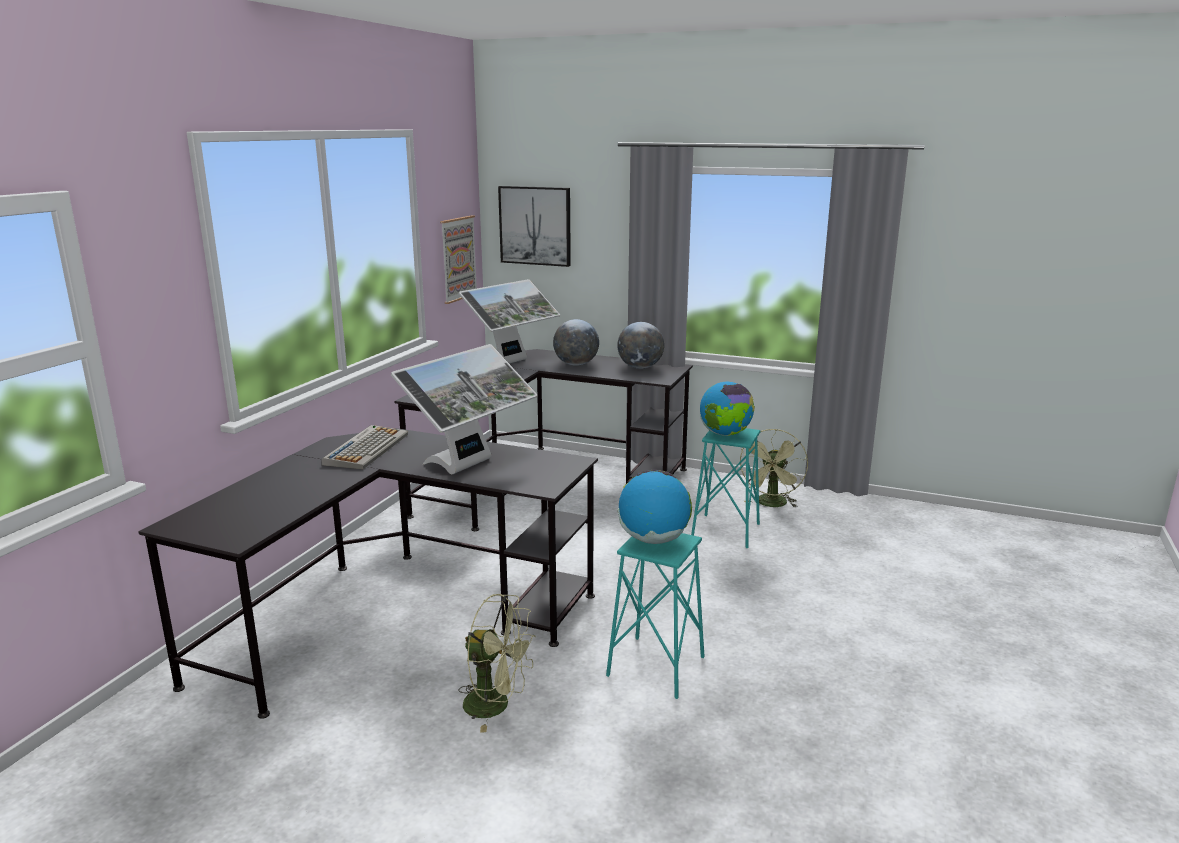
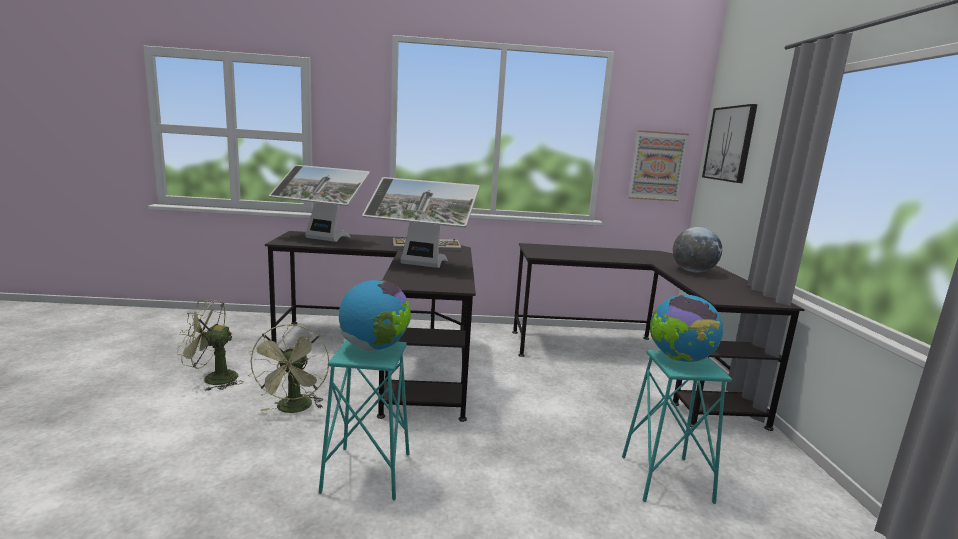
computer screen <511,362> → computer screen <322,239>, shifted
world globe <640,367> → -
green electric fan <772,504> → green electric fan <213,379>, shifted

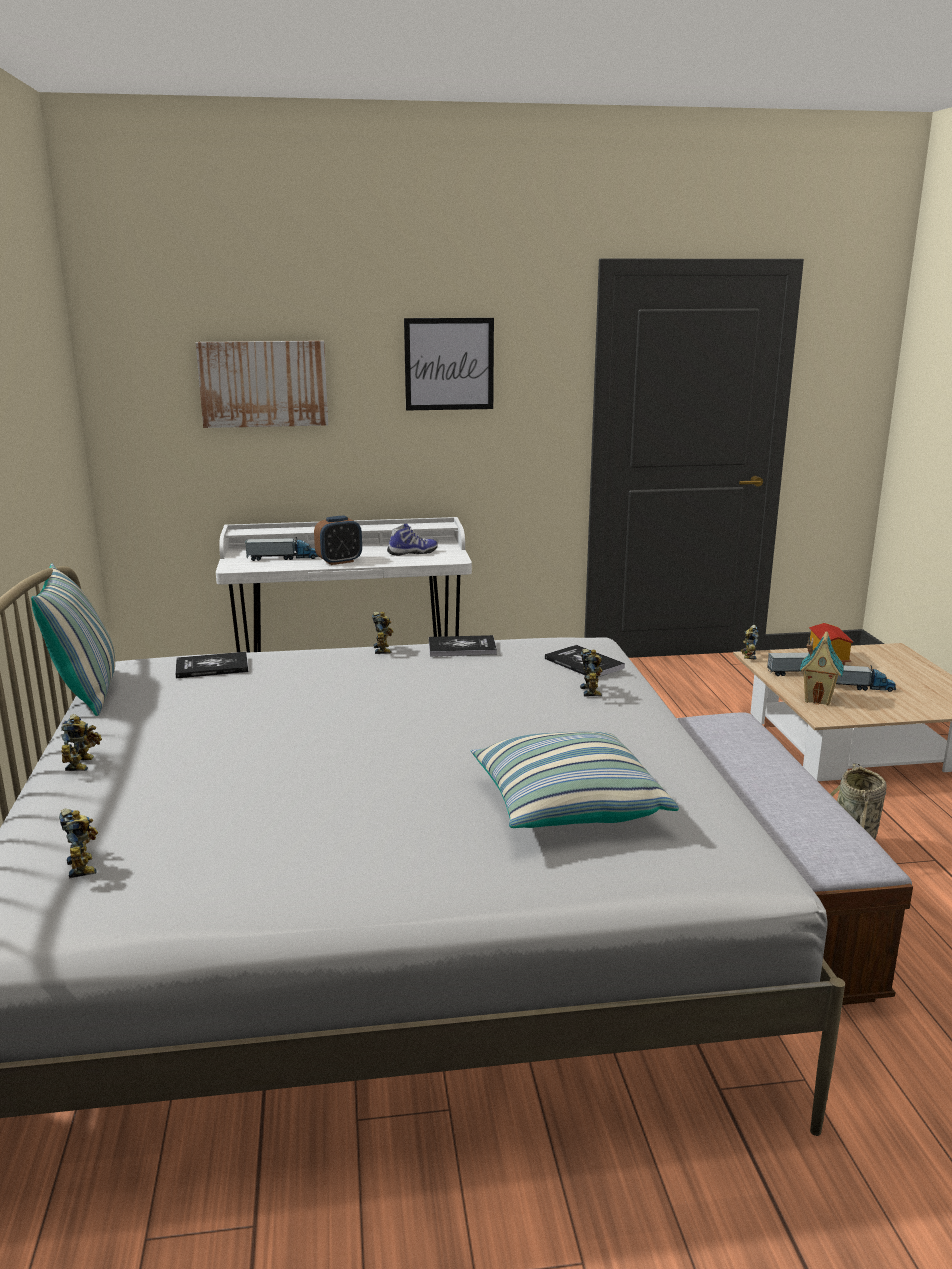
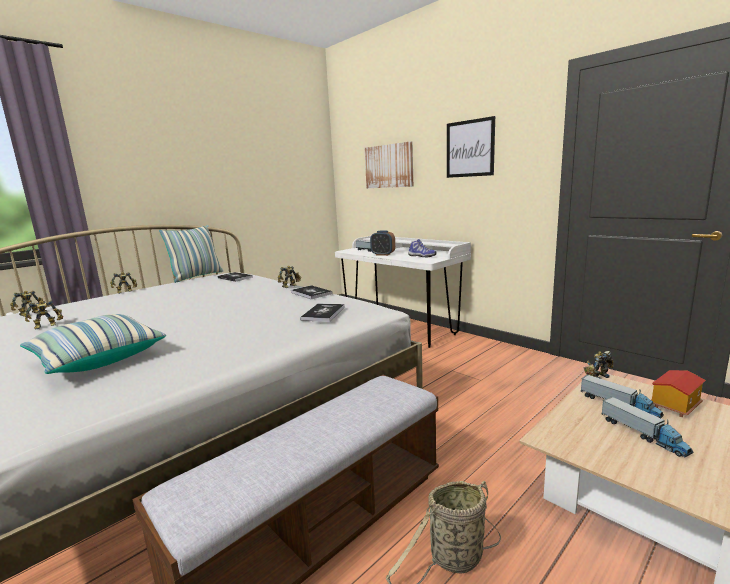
model robot <593,691> → model robot <46,326>, shifted
miniature house <818,699> → -

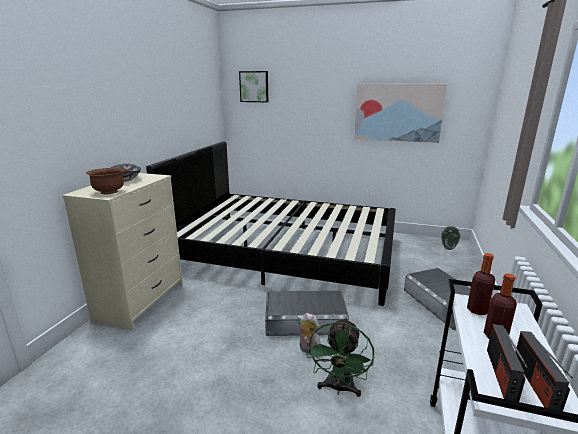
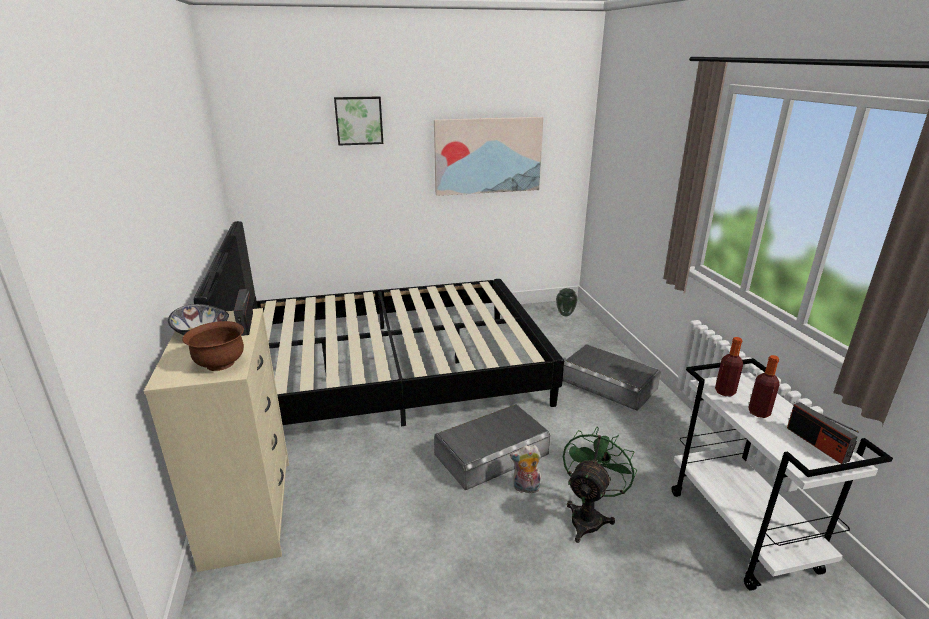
wall art <254,86> → wall art <359,120>, shifted
green electric fan <339,388> → green electric fan <589,516>, 135 degrees counterclockwise
radio <501,374> → radio <246,323>, shifted

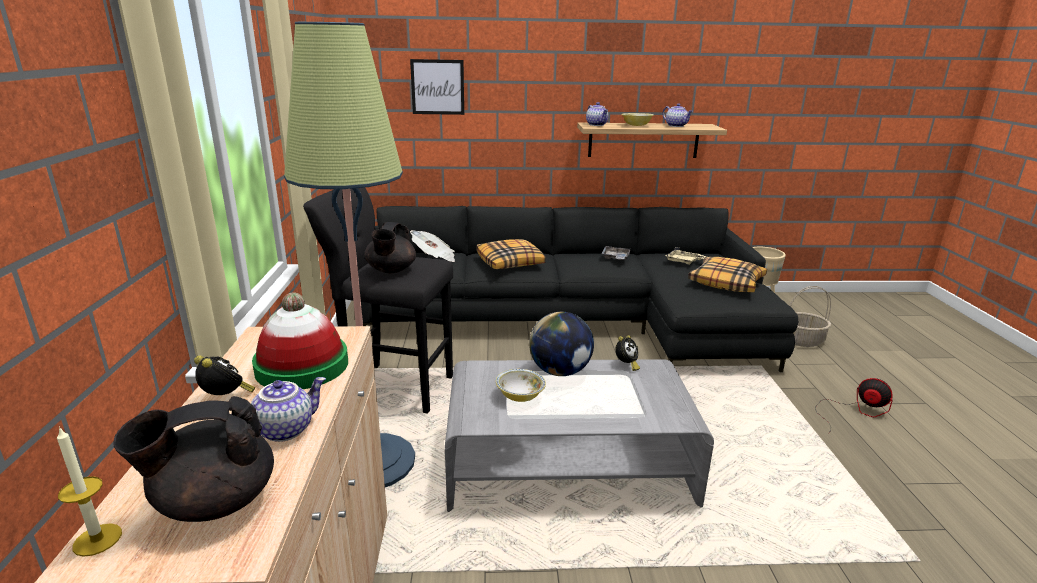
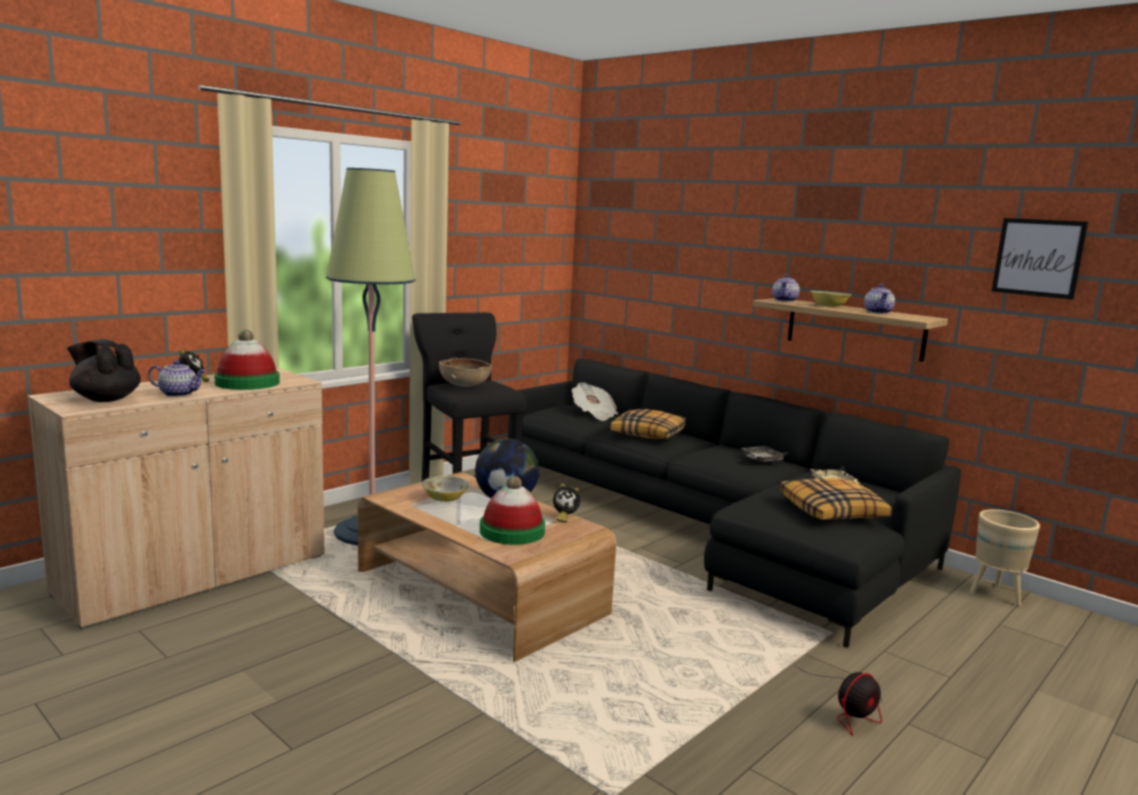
wax light <97,539> → -
blackish tea pot <391,270> → brown-coloured serving bowl <464,386>
wall art <437,87> → wall art <1038,257>, shifted
greyish low table <568,465> → brown-coloured low table <480,593>
basket <802,340> → -
electric fan <854,411> → electric fan <851,709>, 60 degrees clockwise
- → wearable hat <512,531>

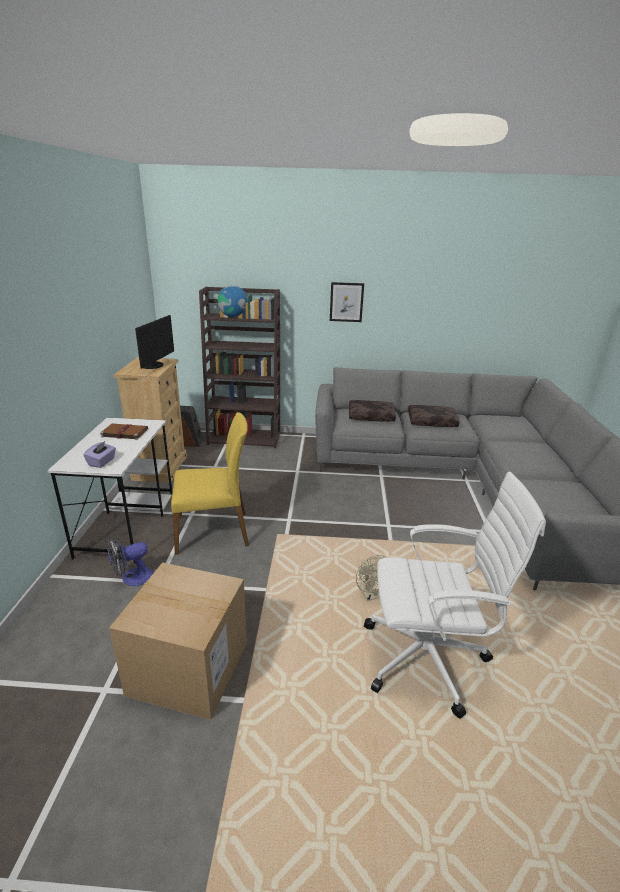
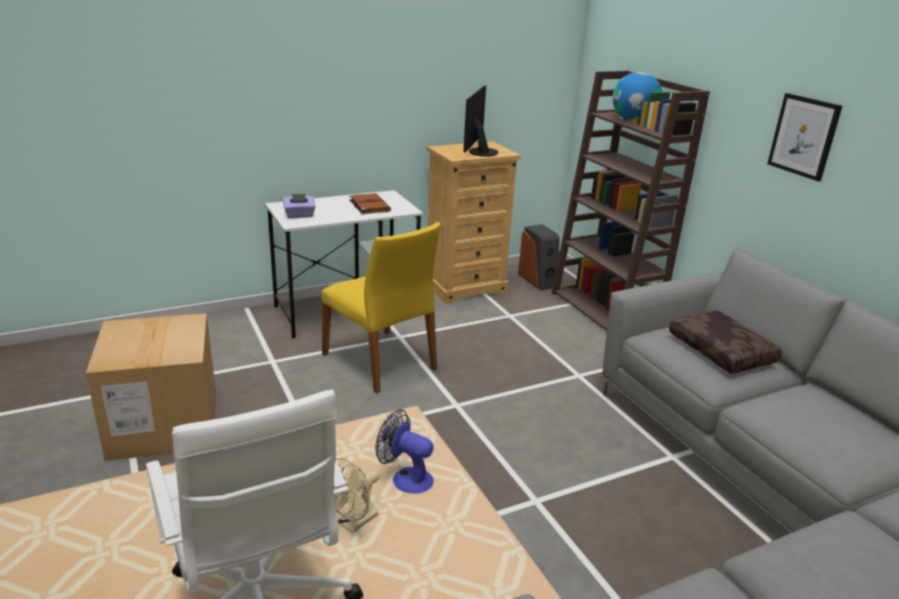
electric fan <132,578> → electric fan <405,478>, shifted
computer screen <154,365> → computer screen <479,152>, 120 degrees clockwise
brown-coloured pillow <432,421> → -

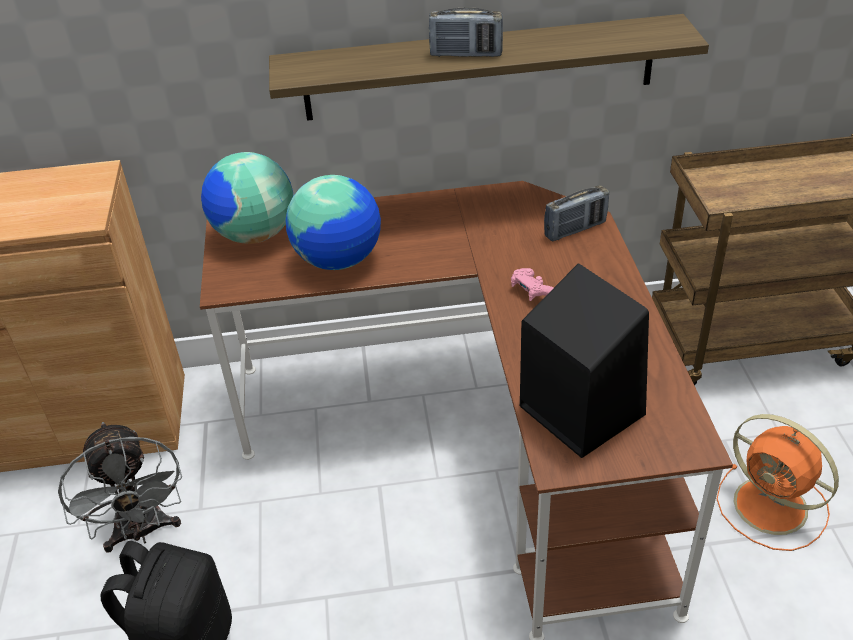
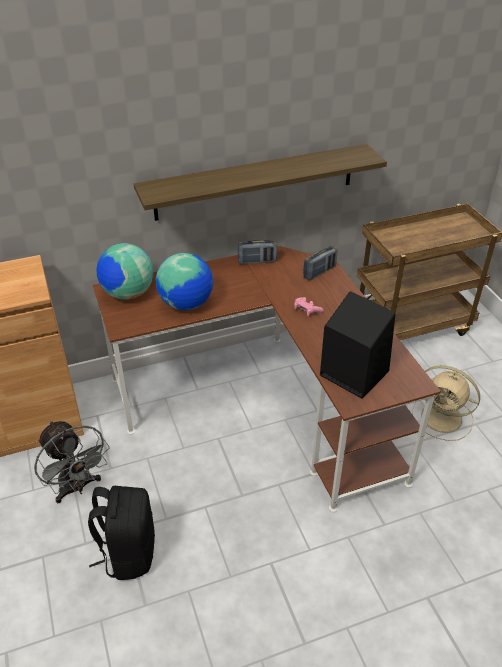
radio <466,54> → radio <257,261>, shifted
orange-coloured electric fan <773,507> → sand-coloured electric fan <443,418>

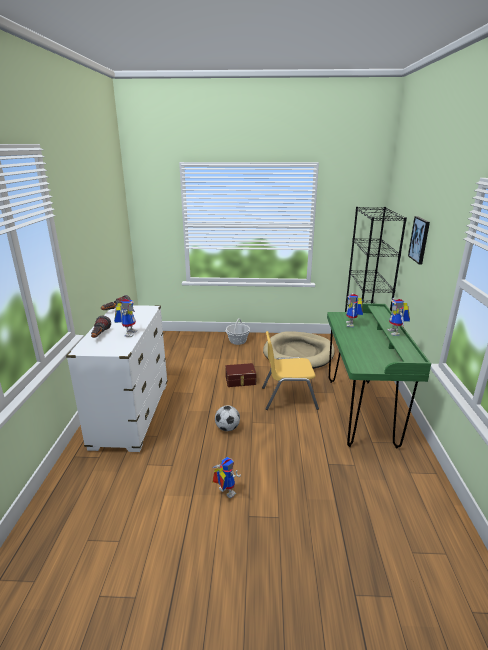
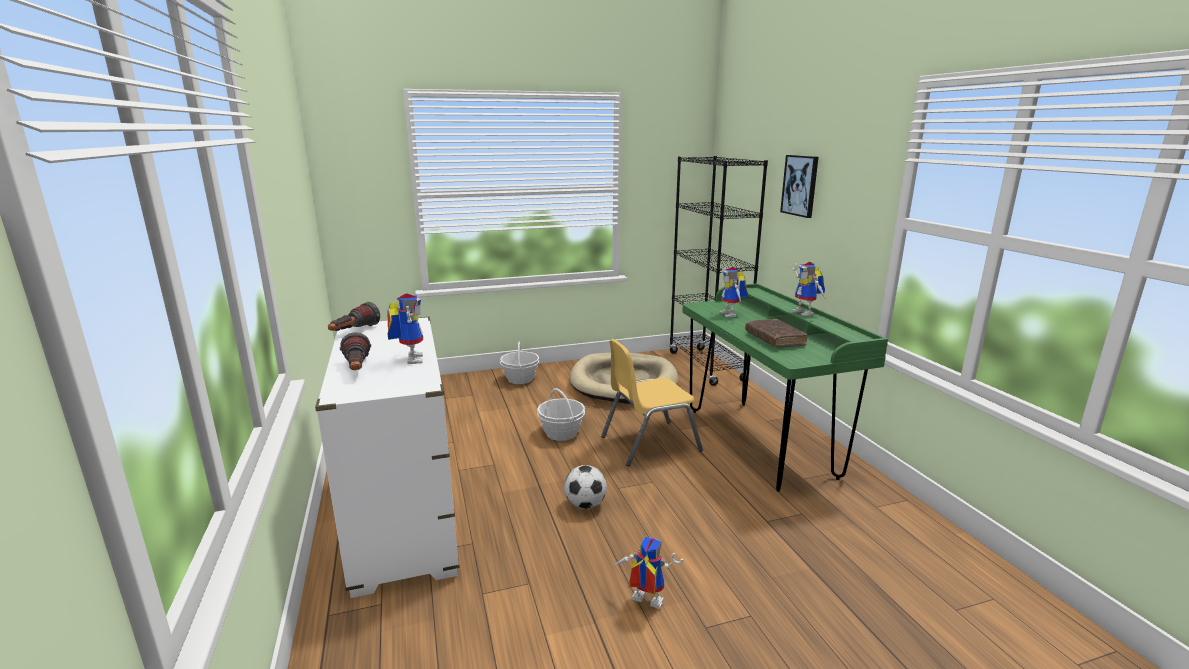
brown-coloured storage container <240,381> → basket <561,433>
- → brown-coloured book <774,339>

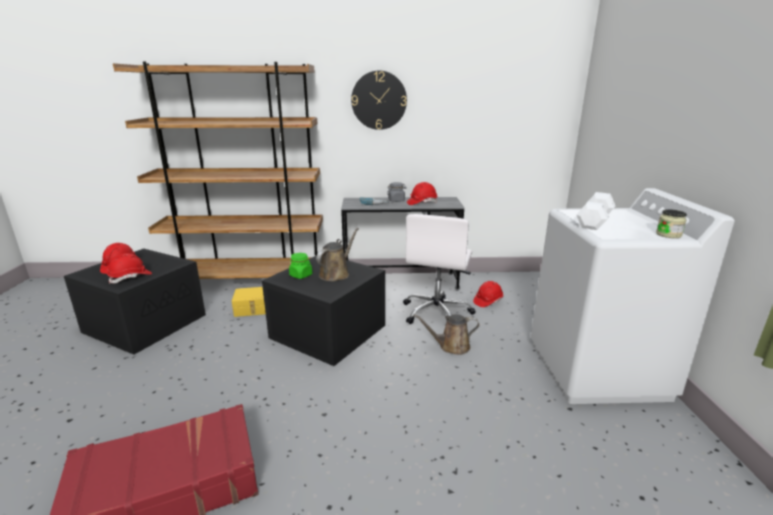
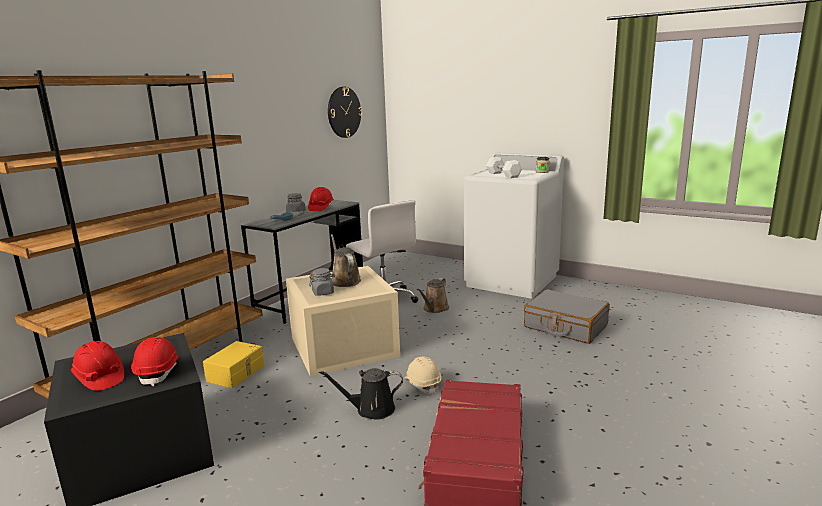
blackish storage container <326,332> → sand-coloured storage container <342,347>
green storage jar <301,275> → greyish storage jar <323,292>
clock on the wall <379,100> → clock on the wall <344,112>, shifted
reddish hard hat <488,301> → -
- → blackish watering pot <371,409>
- → sand-coloured hard hat <422,384>
- → greyish piece of luggage <565,326>

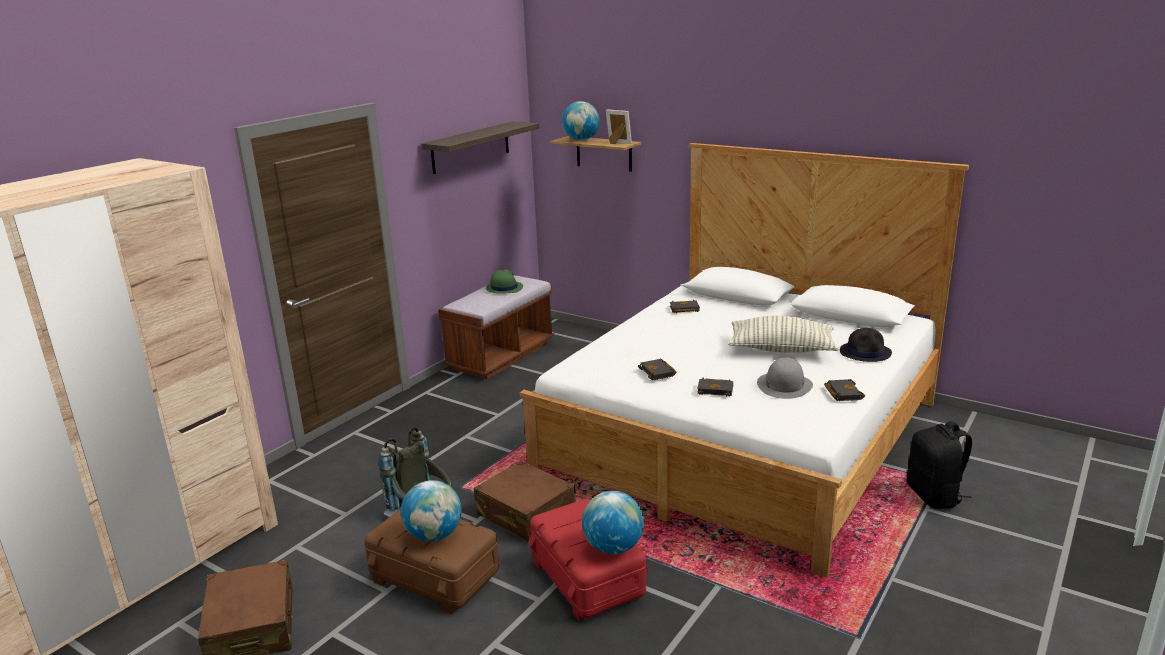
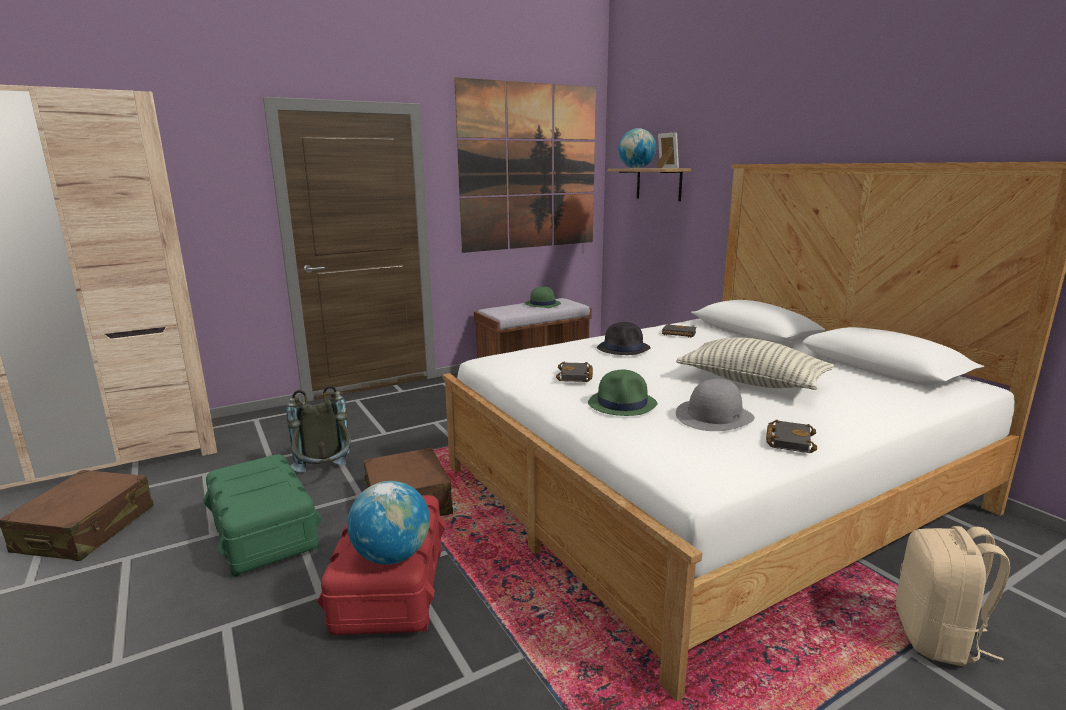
brown-coloured storage container <435,576> → green storage container <265,535>
world globe <434,535> → -
bracket shelf <471,147> → wall art <530,168>
blackish book <716,390> → green wearable hat <622,404>
blackish wearable hat <865,352> → blackish wearable hat <623,348>, shifted
blackish knapsack <935,496> → sand-coloured knapsack <937,638>

